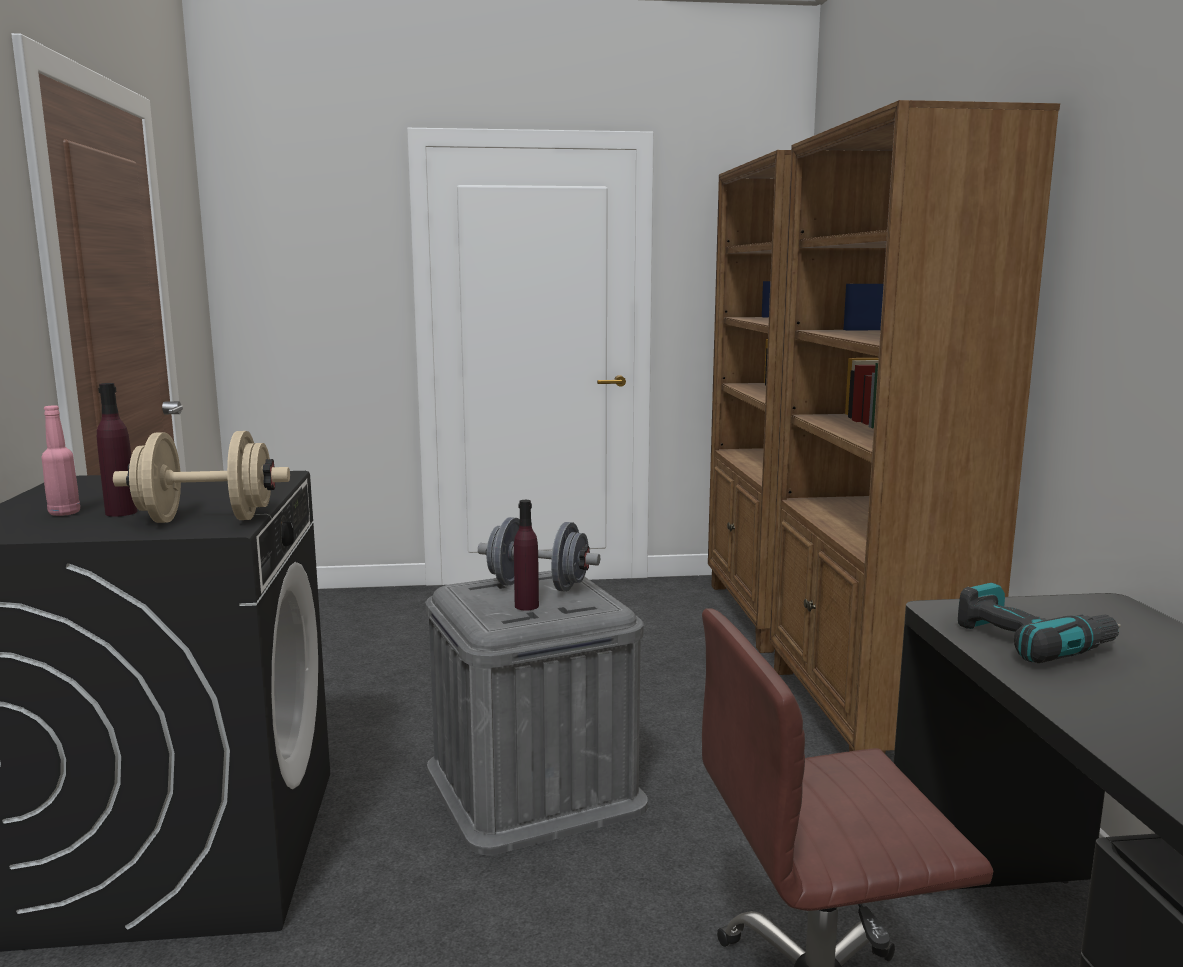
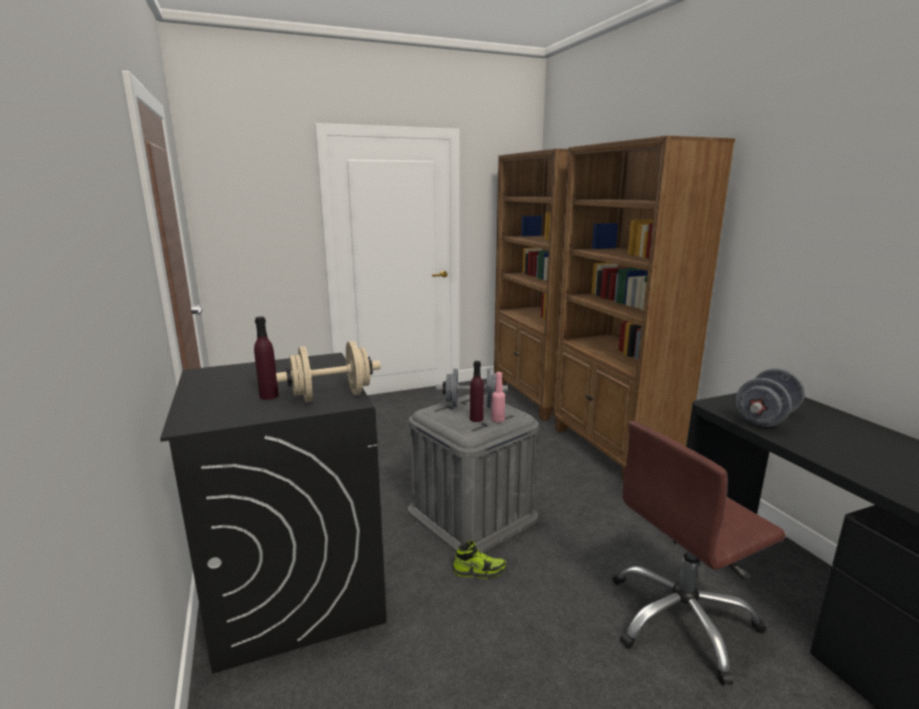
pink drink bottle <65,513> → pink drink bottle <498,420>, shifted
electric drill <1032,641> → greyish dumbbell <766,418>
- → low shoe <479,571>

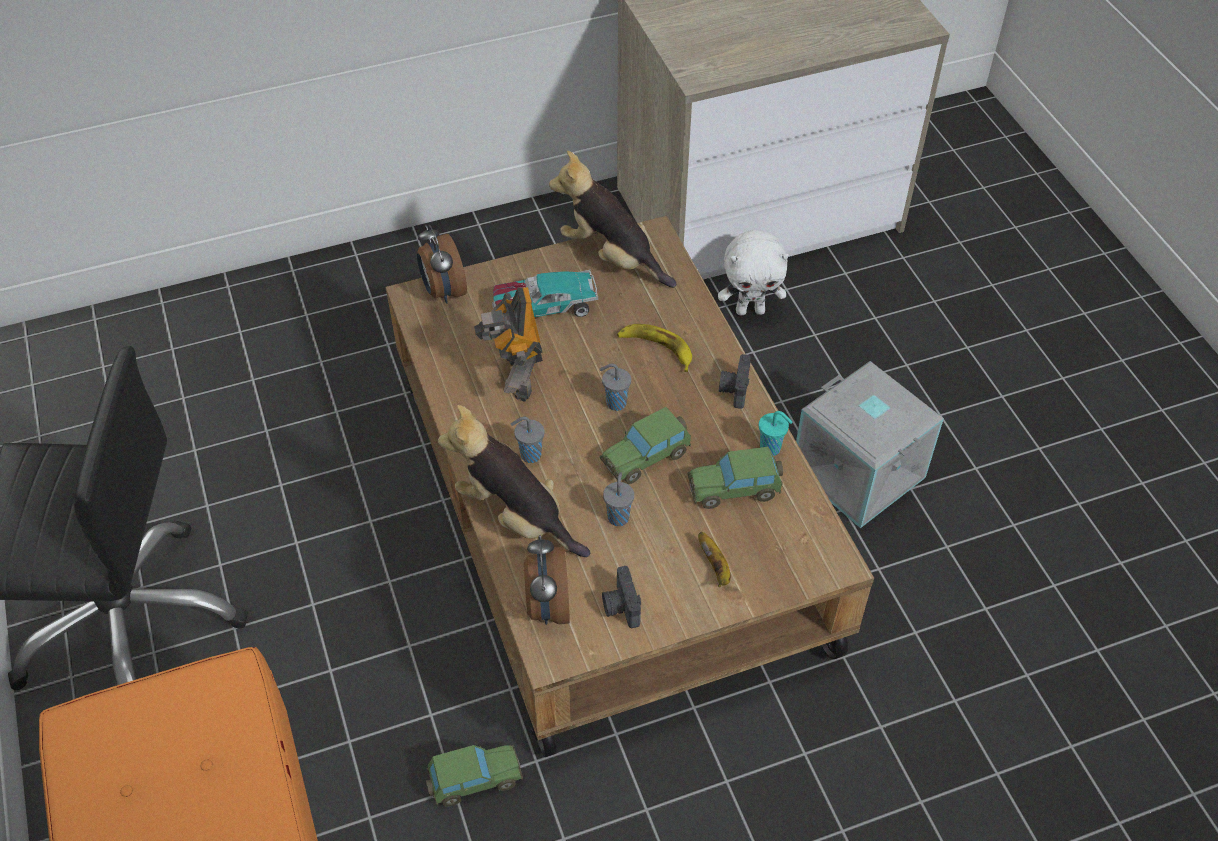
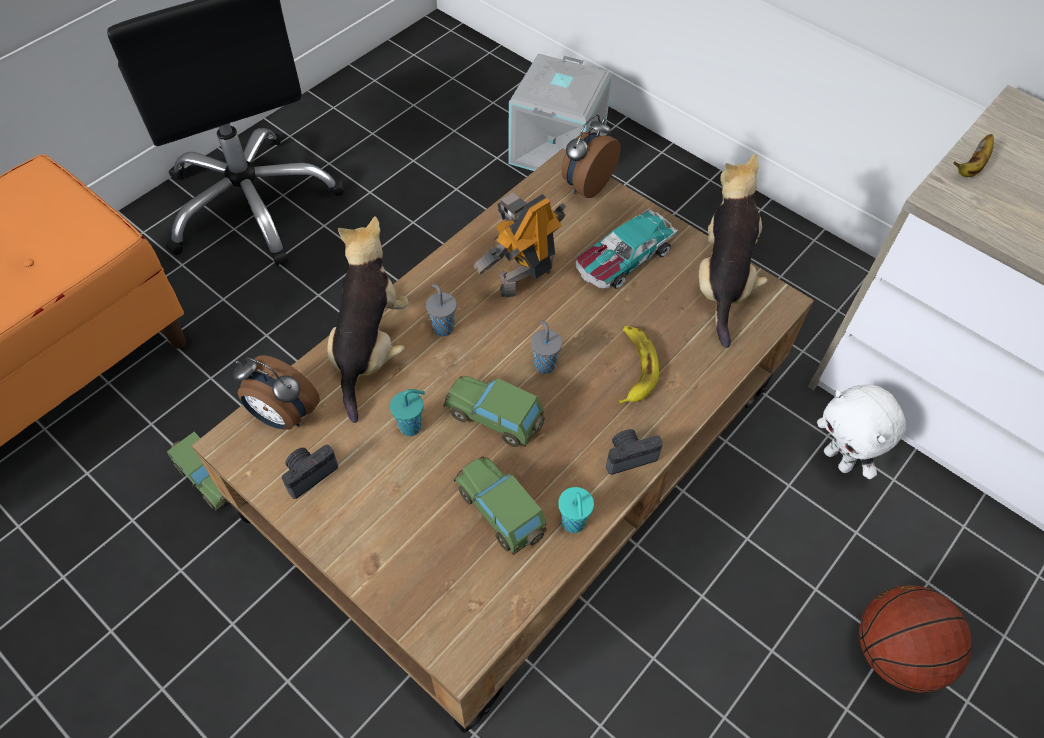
model car <544,305> → model car <622,259>, 90 degrees counterclockwise
bedside clock <547,606> → bedside clock <283,416>, 120 degrees counterclockwise
greyish cup <618,516> → turquoise-coloured cup <412,426>
whole banana <715,567> → whole banana <971,167>, shifted
greyish storage container <860,472> → greyish storage container <558,150>, shifted
- → ball for basketball <895,652>

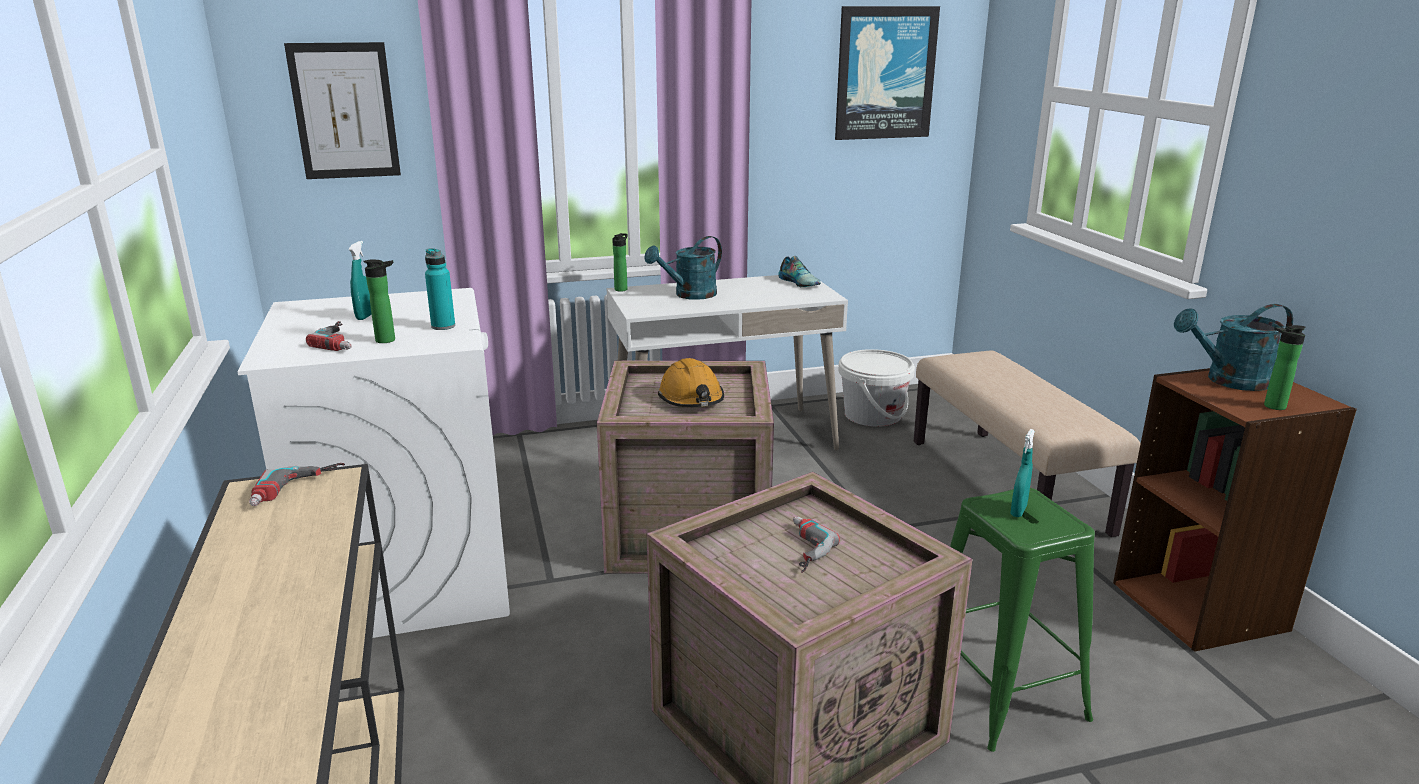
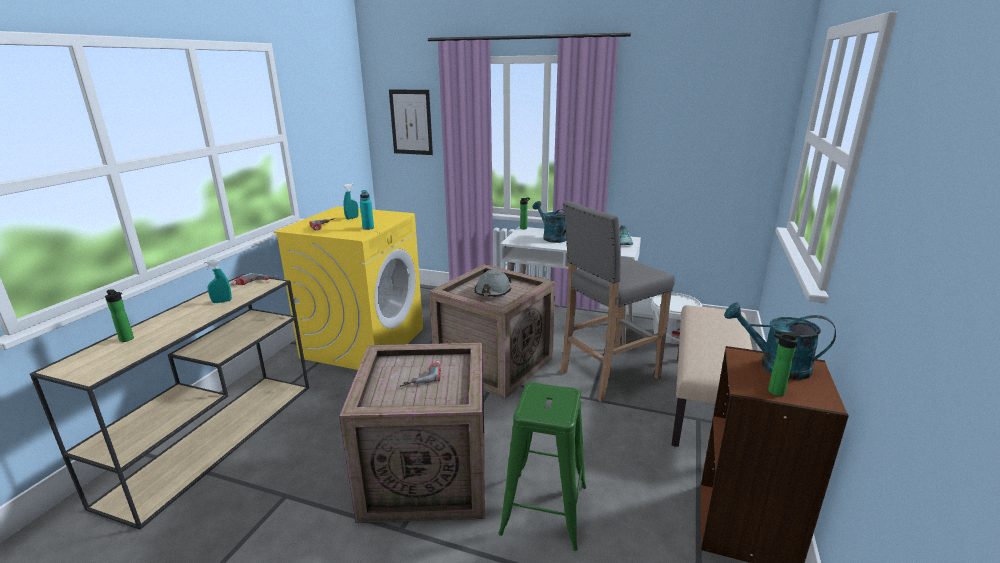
white laundry machine <409,574> → yellow laundry machine <364,342>
drink bottle <388,340> → drink bottle <128,339>, shifted
turquoise-coloured watering pot <689,295> → turquoise-coloured watering pot <551,237>, 60 degrees clockwise
orange-coloured hard hat <691,399> → greyish hard hat <492,291>
wall art <885,73> → -
turquoise-coloured spray bottle <1018,511> → turquoise-coloured spray bottle <222,301>, shifted
- → greyish sitting stool <607,375>

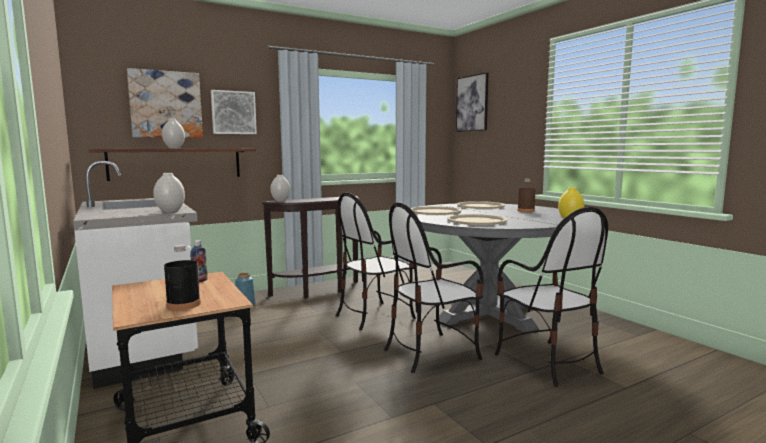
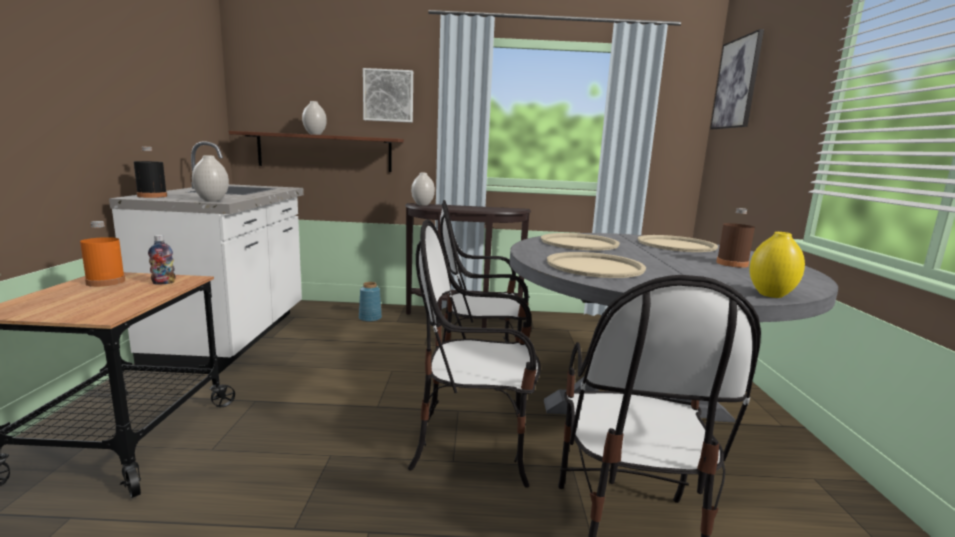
wall art <166,104> → -
blackish drink bottle <183,304> → blackish drink bottle <152,196>, shifted
- → orange-coloured drink bottle <105,282>

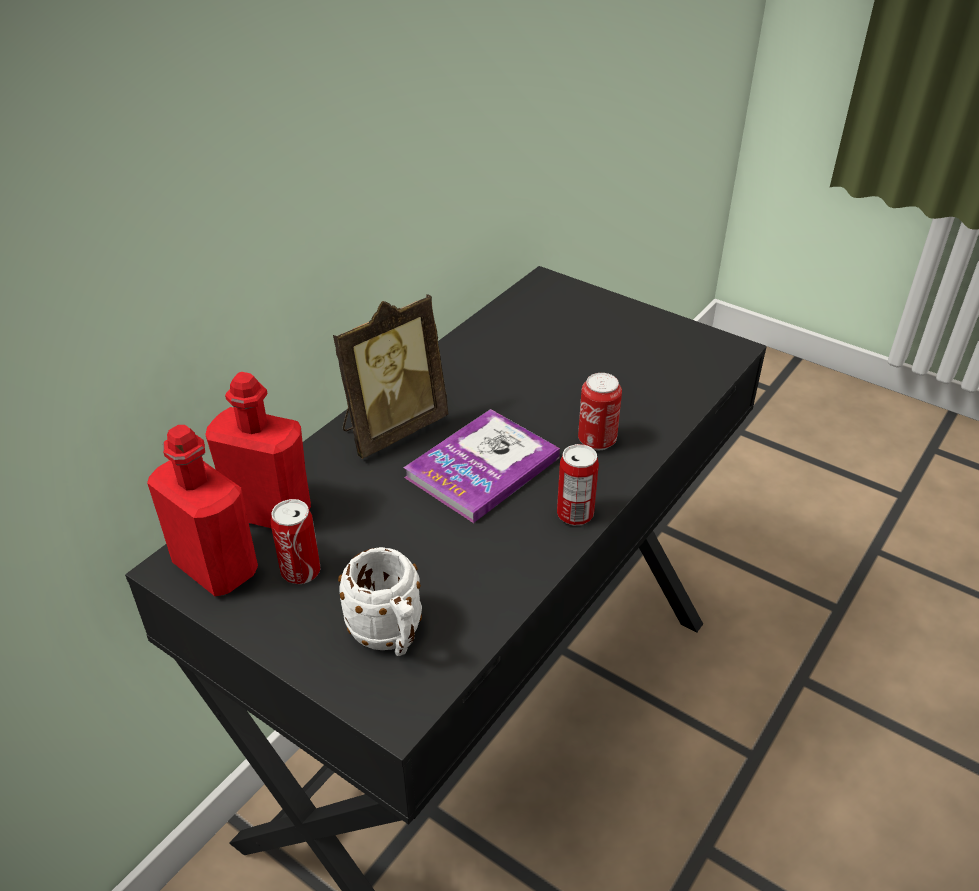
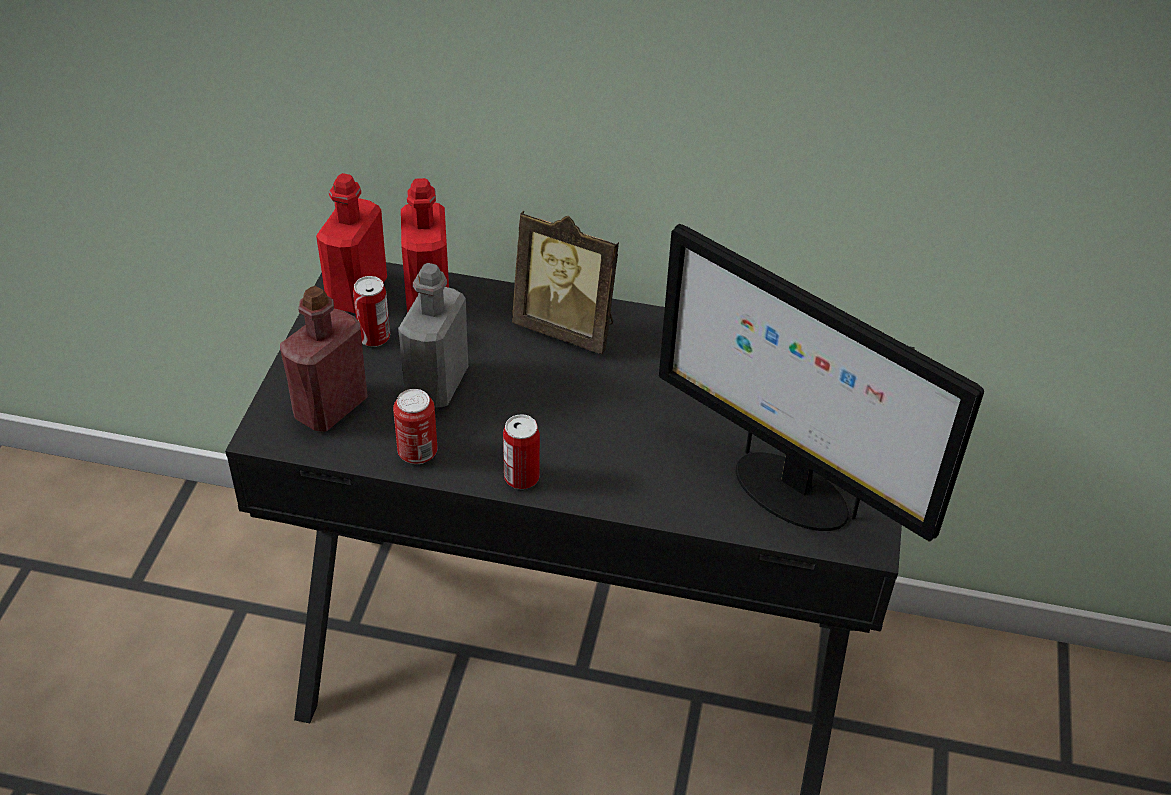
white tea mug <390,637> → reddish drink bottle <331,407>
book <482,467> → -
metal can <597,441> → metal can <417,453>, shifted
- → greyish drink bottle <437,384>
- → computer screen <788,491>

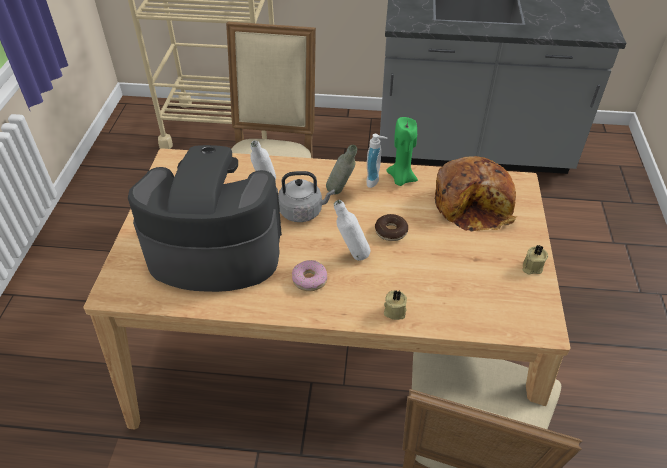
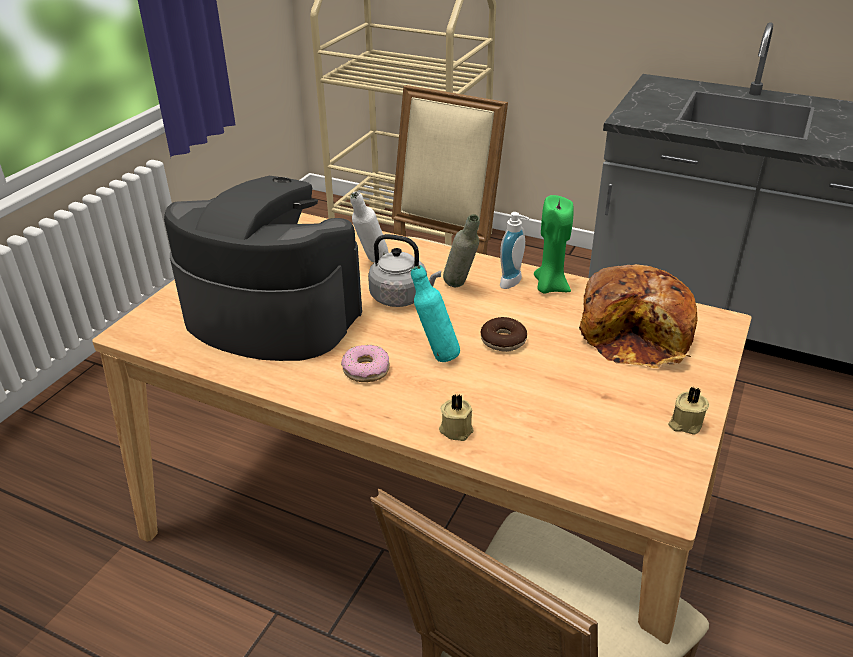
white drink bottle <351,255> → turquoise-coloured drink bottle <435,355>

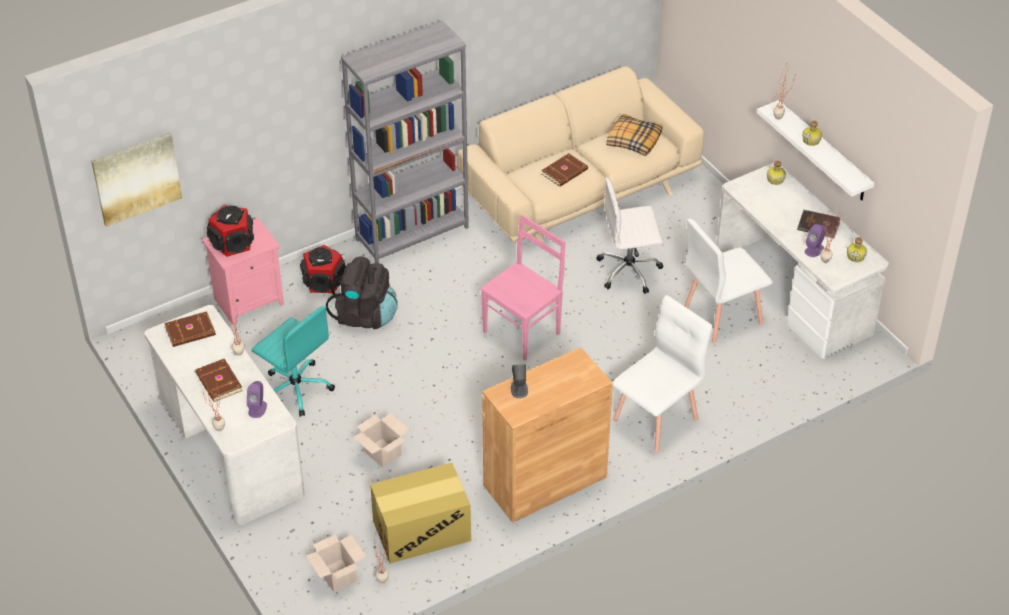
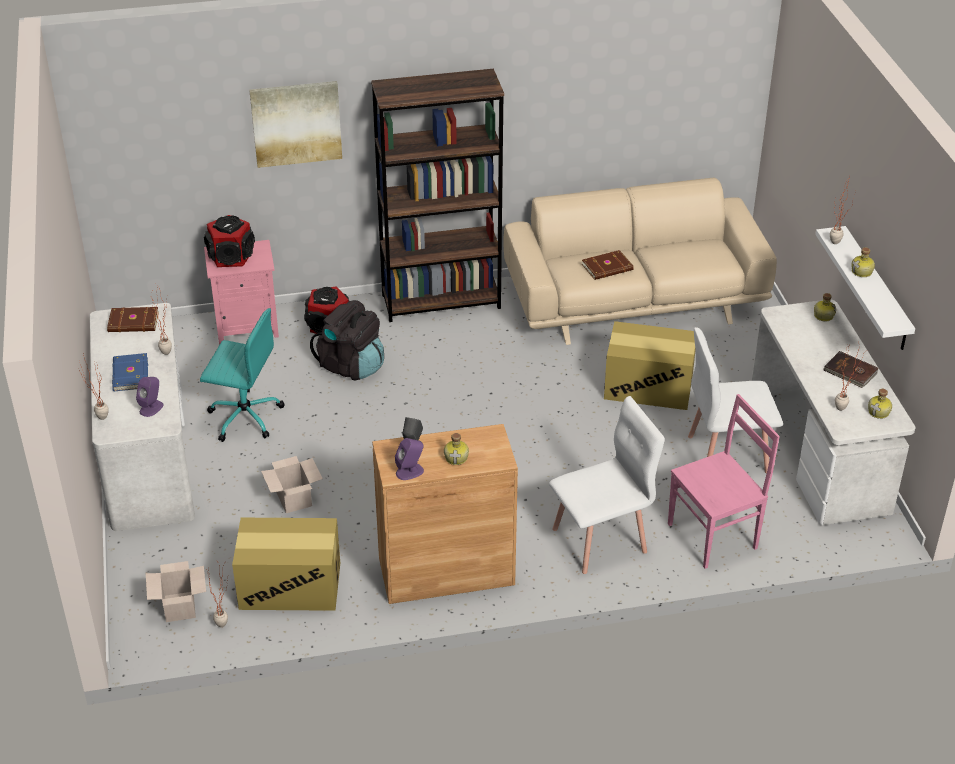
wall art <136,178> → wall art <296,123>, shifted
brown-coloured book <218,382> → bluish book <129,375>
turquoise-coloured desk chair <295,389> → turquoise-coloured desk chair <244,417>, 45 degrees counterclockwise
greyish bookshelf <412,233> → brown-coloured bookshelf <441,301>
pink upright chair <523,331> → pink upright chair <714,535>, shifted
white desk chair <630,271> → packing box <648,386>
pillow <633,140> → -
purple speaker <814,250> → purple speaker <410,472>, shifted
- → drink bottle <457,458>

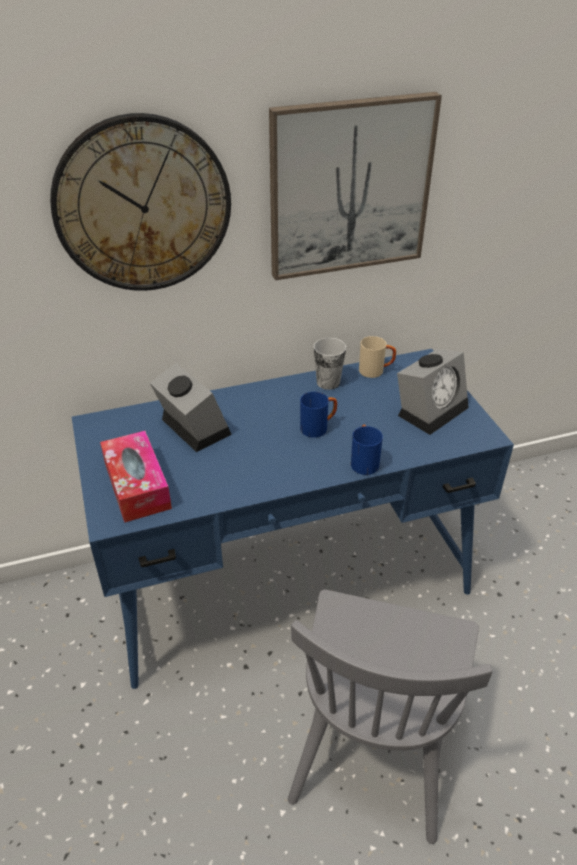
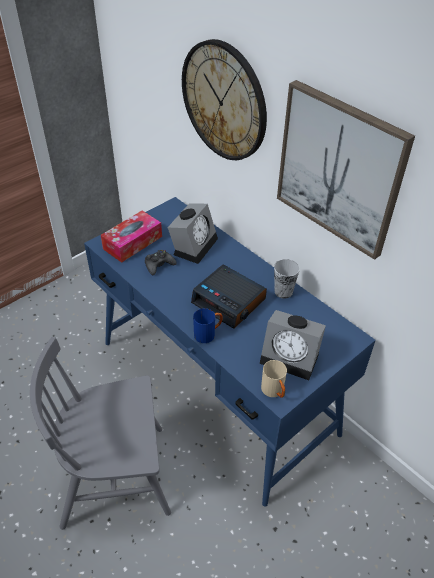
bluish tea mug <318,427> → bedside clock <229,301>
sand-coloured tea mug <376,371> → sand-coloured tea mug <274,392>, shifted
- → blackish game controller <159,265>

